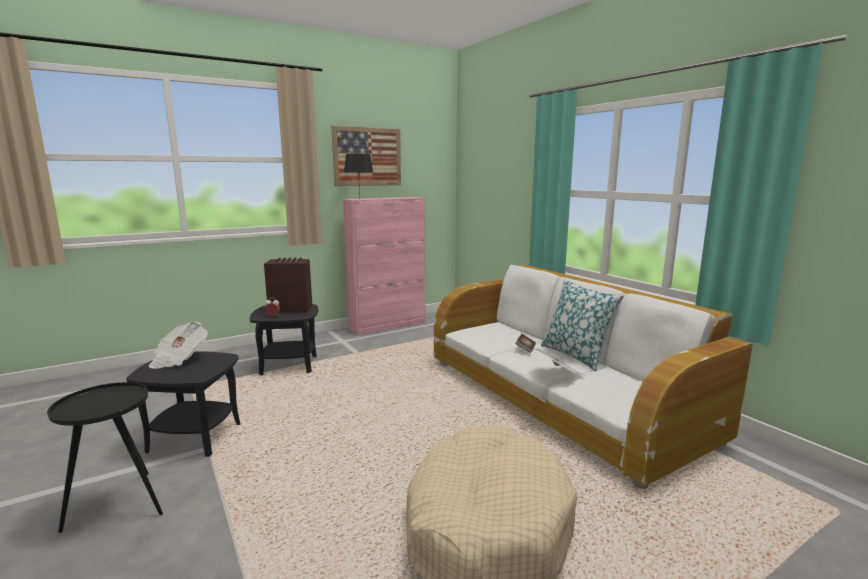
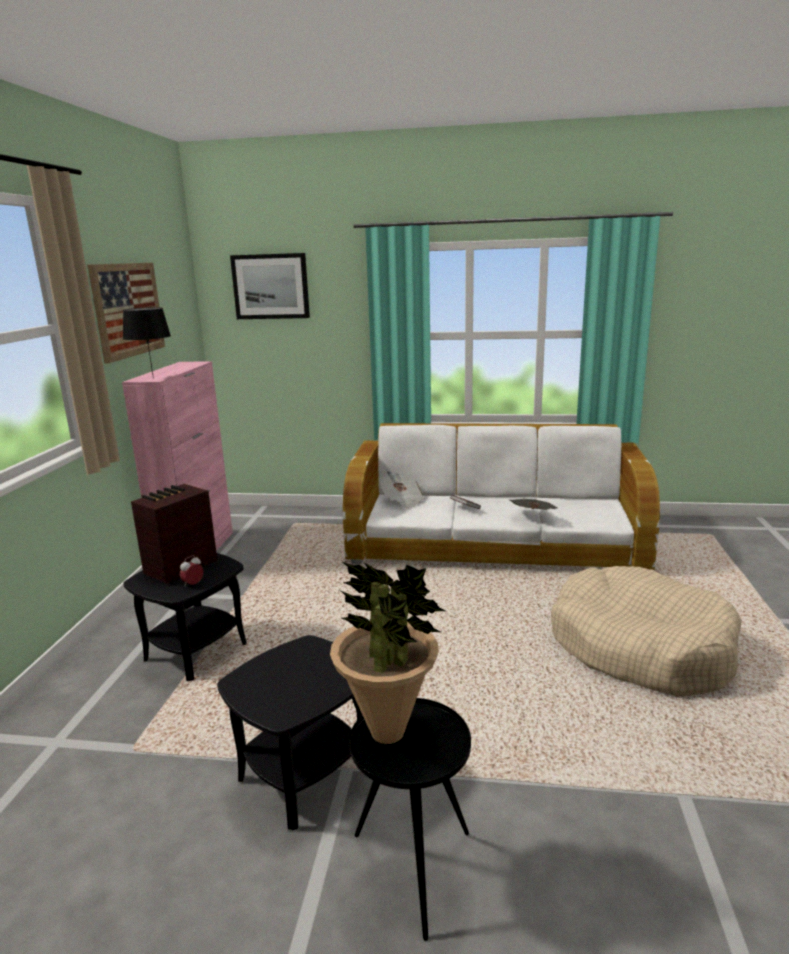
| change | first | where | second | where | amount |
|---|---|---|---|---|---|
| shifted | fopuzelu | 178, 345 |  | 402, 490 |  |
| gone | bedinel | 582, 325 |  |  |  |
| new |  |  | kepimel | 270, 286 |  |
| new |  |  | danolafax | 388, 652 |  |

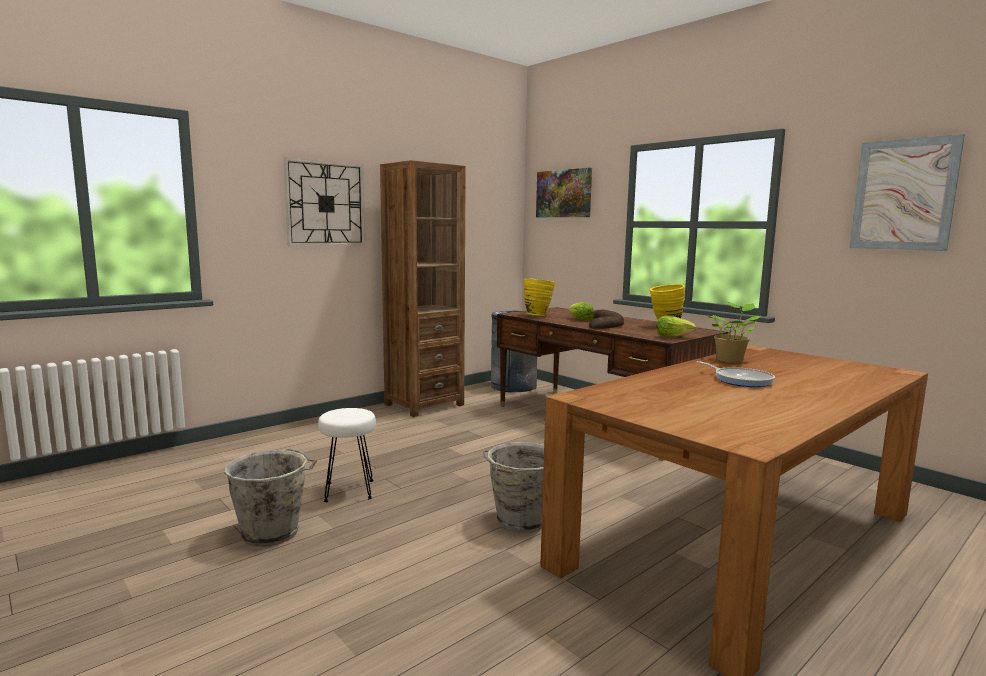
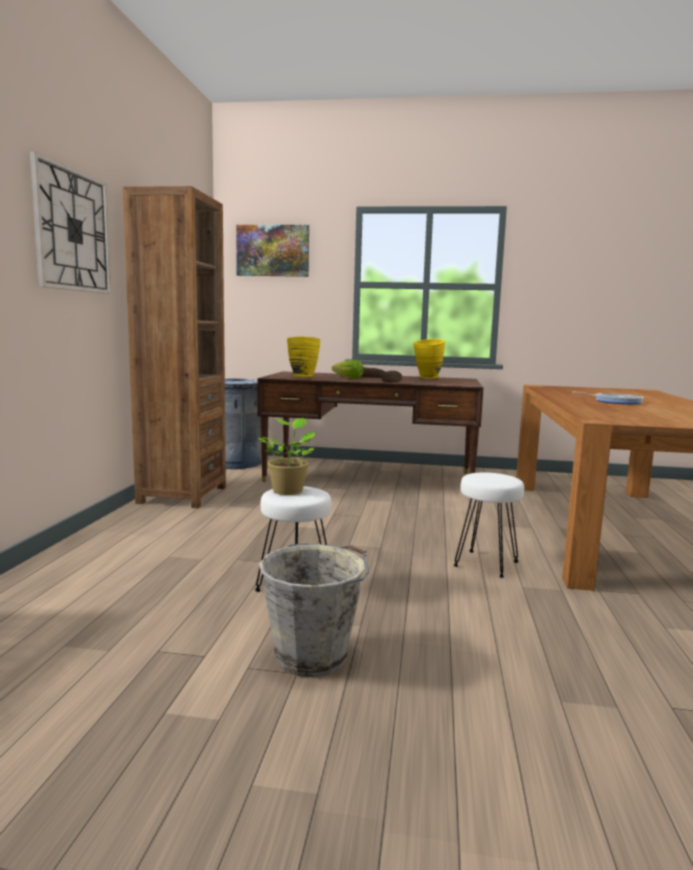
| change | first | where | second | where | amount |
|---|---|---|---|---|---|
| swapped | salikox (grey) | 513, 487 | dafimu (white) | 488, 525 |  |
| gone | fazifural | 676, 326 |  |  |  |
| shifted | danolafax | 734, 332 |  | 287, 456 |  |
| gone | kepimel | 907, 192 |  |  |  |

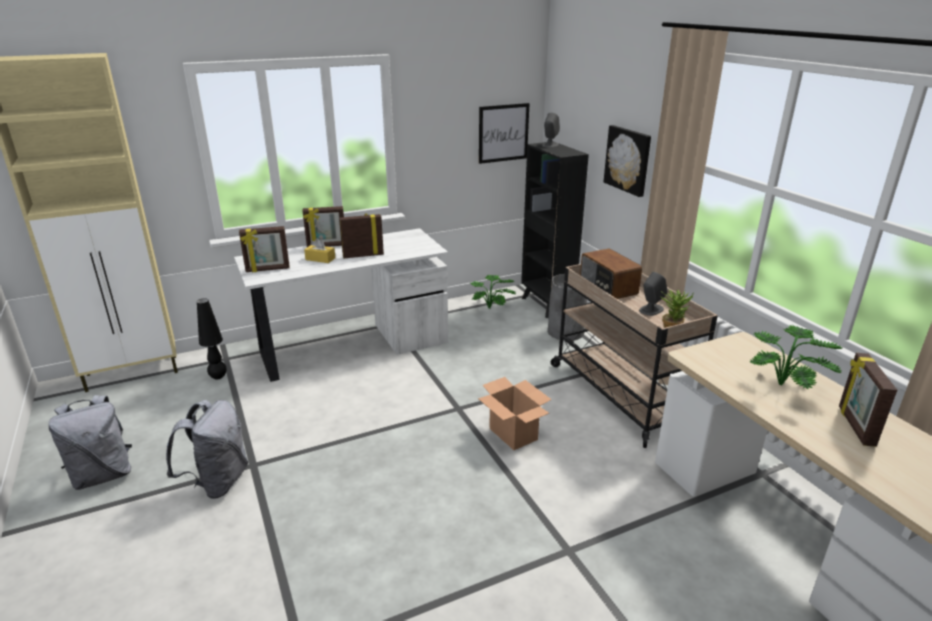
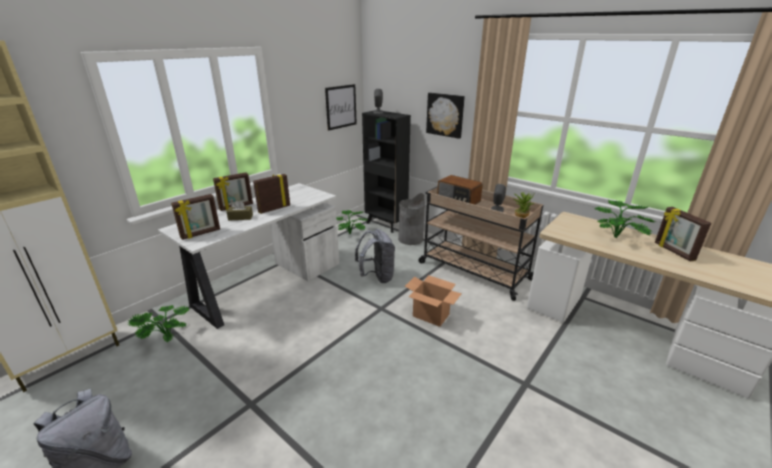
| change | first | where | second | where | amount |
|---|---|---|---|---|---|
| shifted | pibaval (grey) | 207, 449 |  | 375, 256 |  |
| swapped | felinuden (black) | 212, 339 | danolafax | 158, 323 |  |
| repainted | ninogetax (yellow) | 319, 250 | ninogetax (brown) | 240, 210 |  |

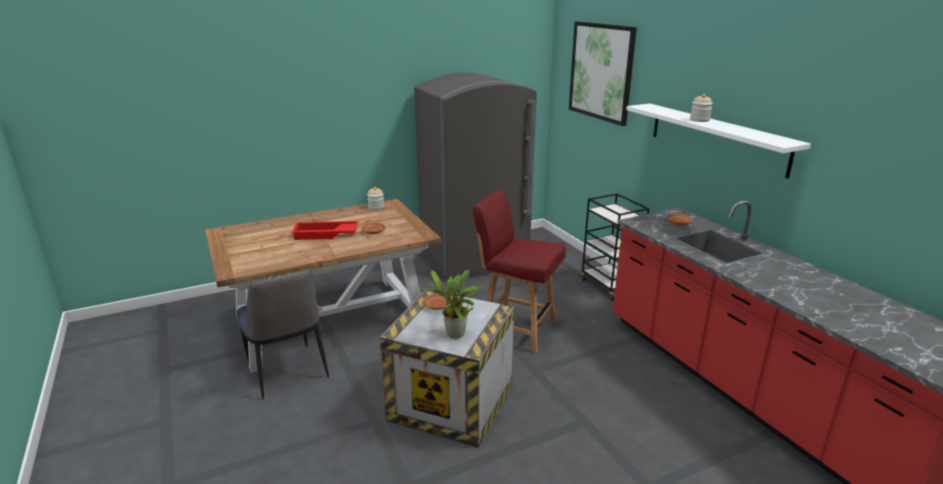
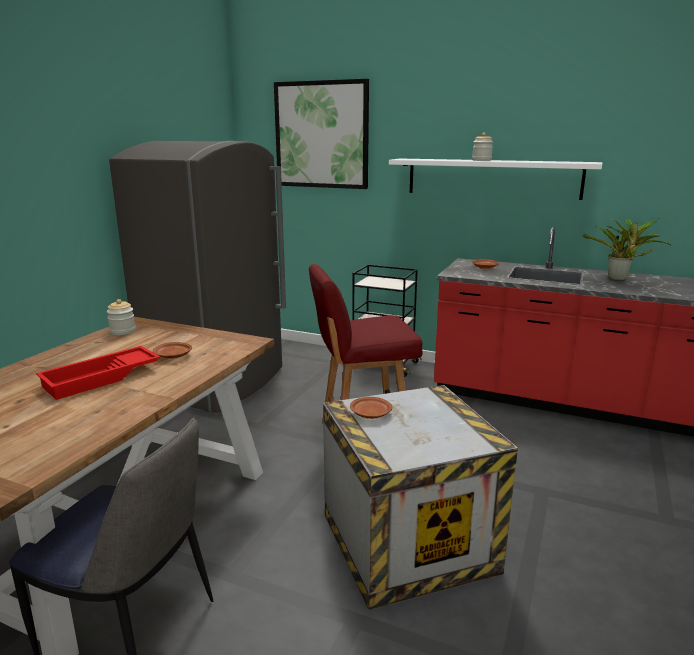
| change | first | where | second | where | amount |
|---|---|---|---|---|---|
| shifted | danolafax | 452, 304 |  | 627, 249 |  |

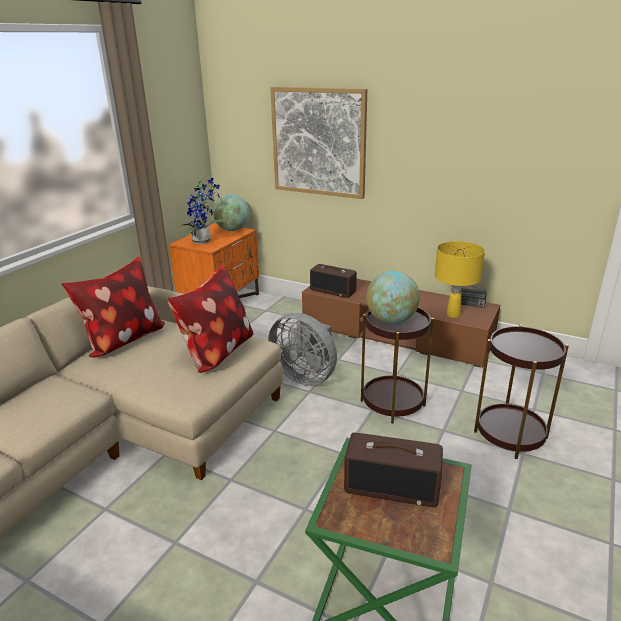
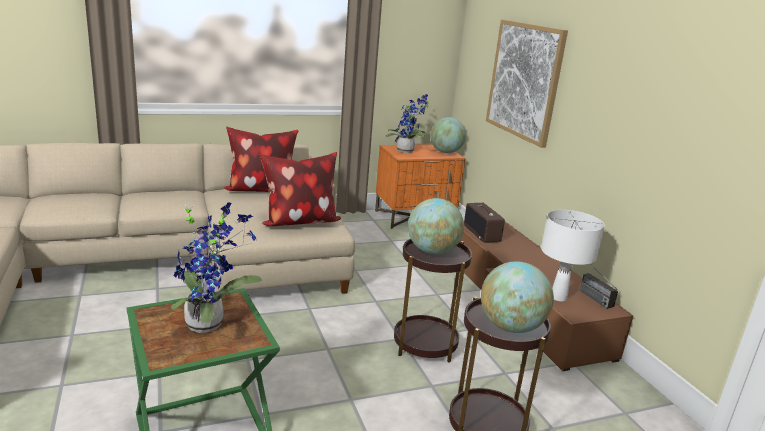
| change | first | where | second | where | amount |
|---|---|---|---|---|---|
| gone | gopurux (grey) | 302, 349 |  |  |  |
| swapped | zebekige | 393, 470 | danolafax | 216, 267 |  |
| repainted | felinuden (yellow) | 460, 279 | felinuden (white) | 573, 256 |  |
| new |  |  | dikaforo | 517, 297 |  |

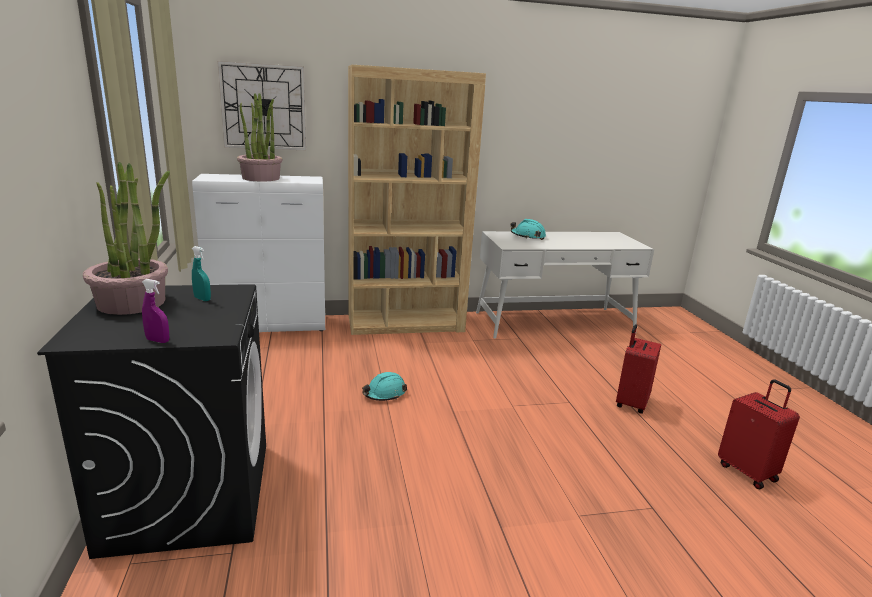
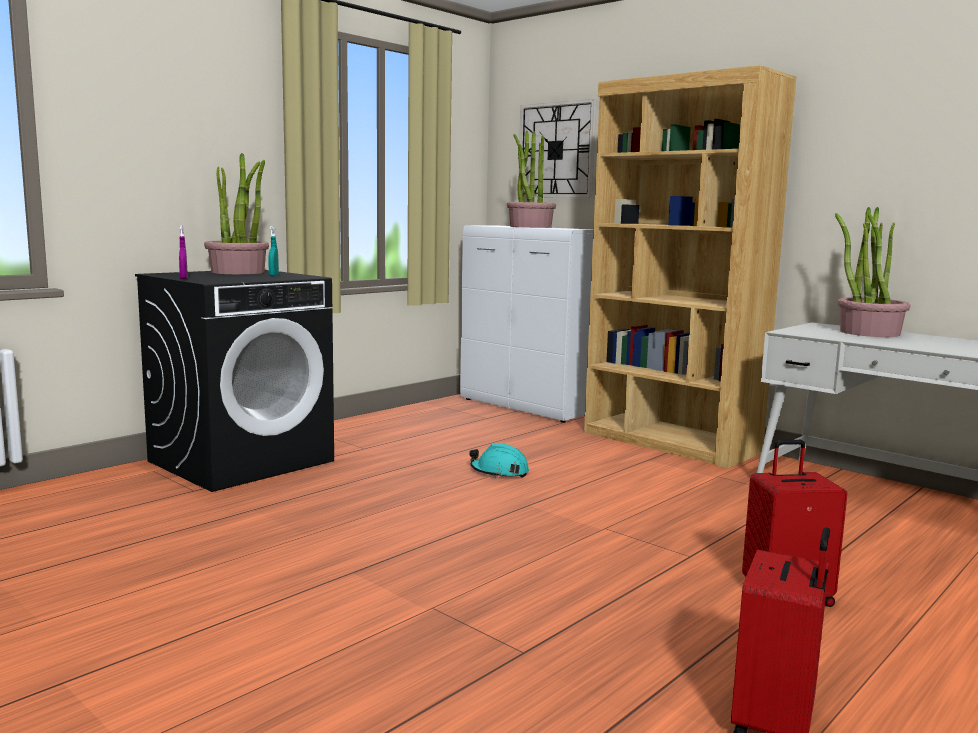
| change | first | where | second | where | amount |
|---|---|---|---|---|---|
| swapped | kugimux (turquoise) | 528, 229 | danolafax | 872, 272 |  |

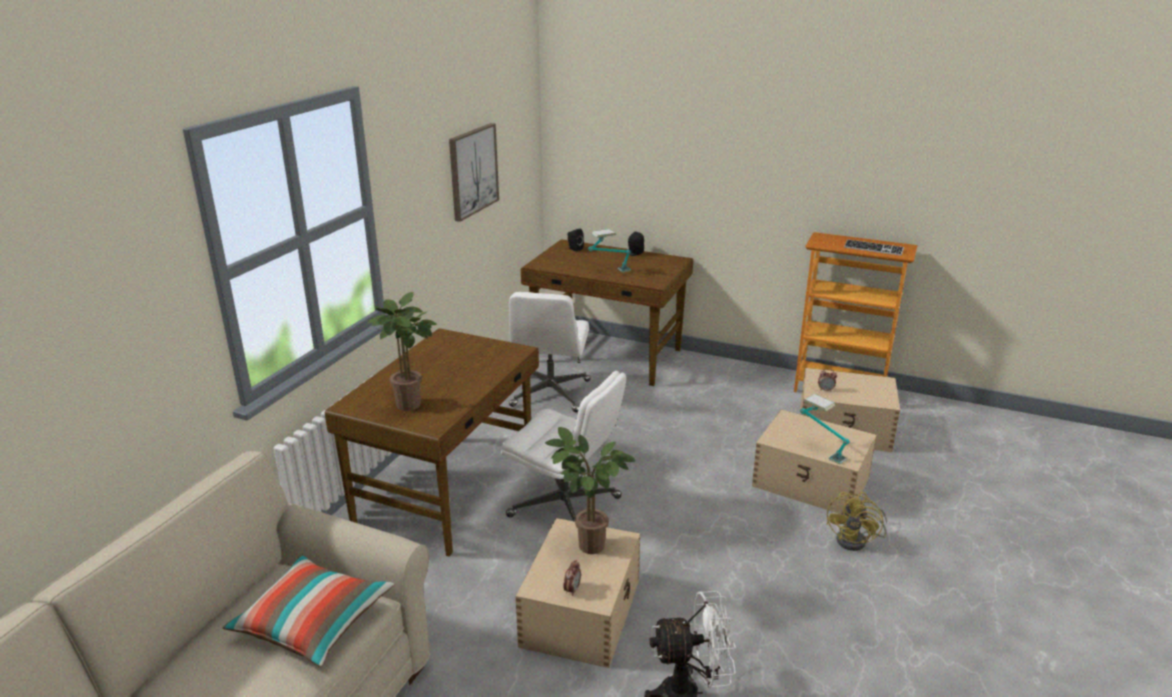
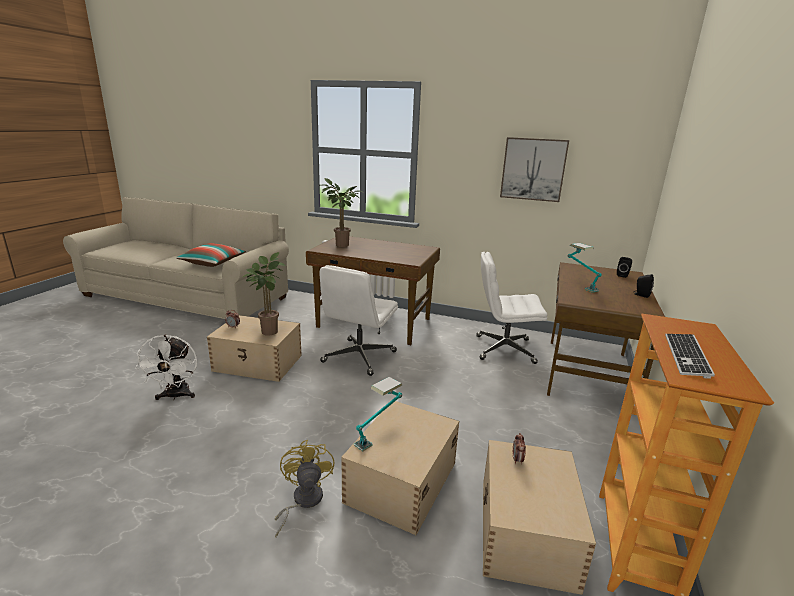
| change | first | where | second | where | amount |
|---|---|---|---|---|---|
| rotated | gopurux (yellow) | 856, 521 |  | 304, 488 | 60 degrees clockwise |

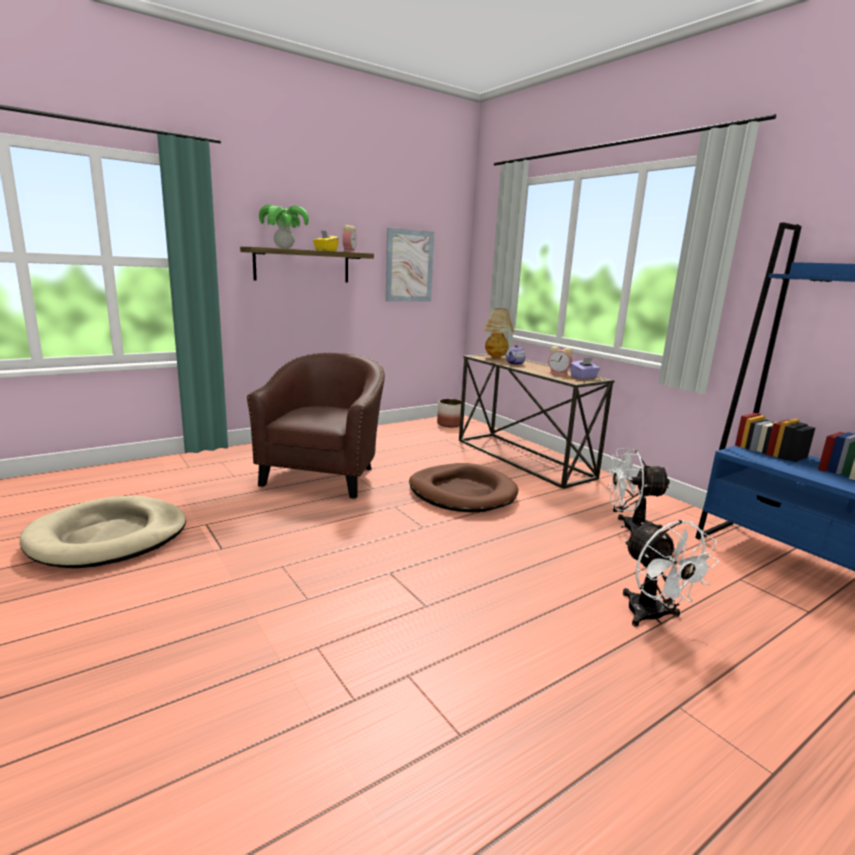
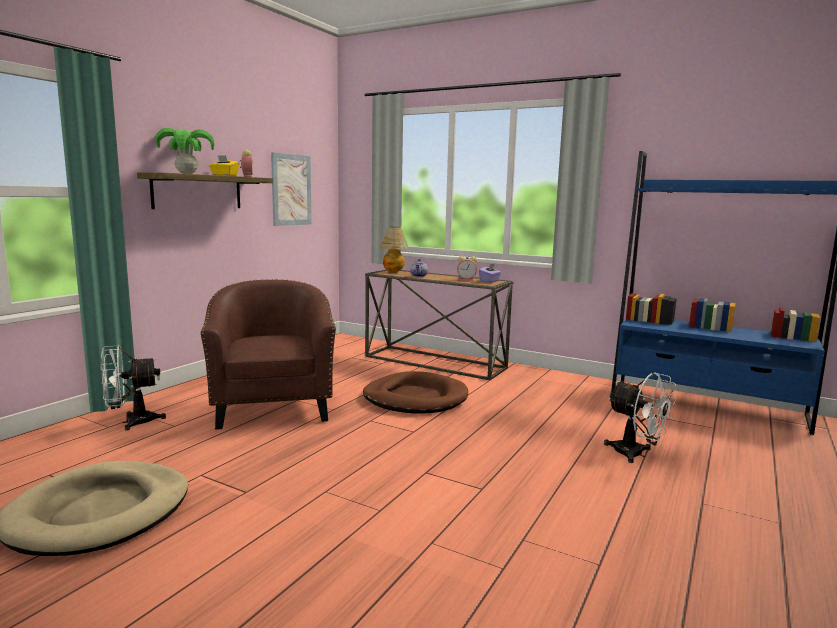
| change | first | where | second | where | amount |
|---|---|---|---|---|---|
| gone | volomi | 449, 413 |  |  |  |
| shifted | gopurux (white) | 638, 492 |  | 133, 388 |  |

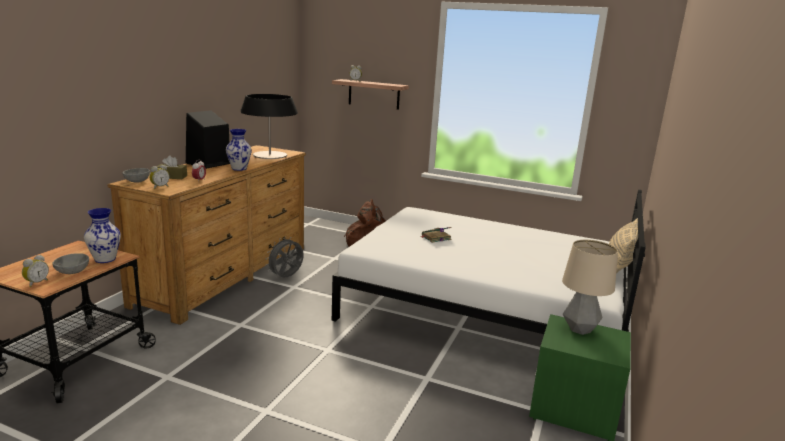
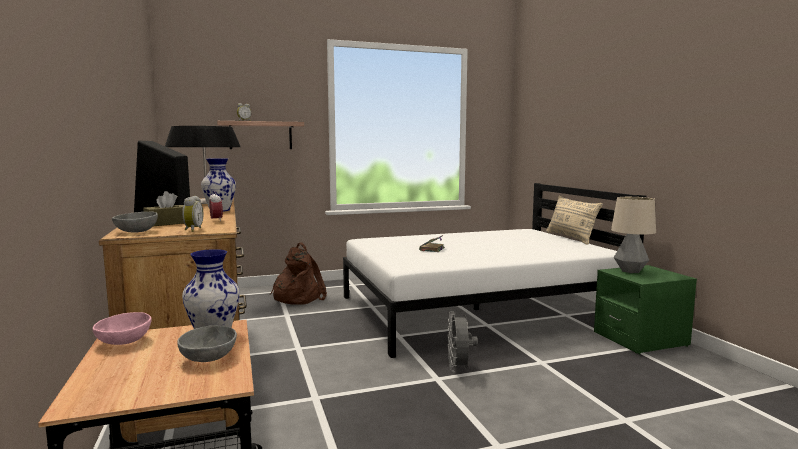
| change | first | where | second | where | amount |
|---|---|---|---|---|---|
| gone | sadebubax | 35, 271 |  |  |  |
| shifted | gopurux (grey) | 285, 256 |  | 462, 341 |  |
| new |  |  | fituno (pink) | 122, 328 |  |

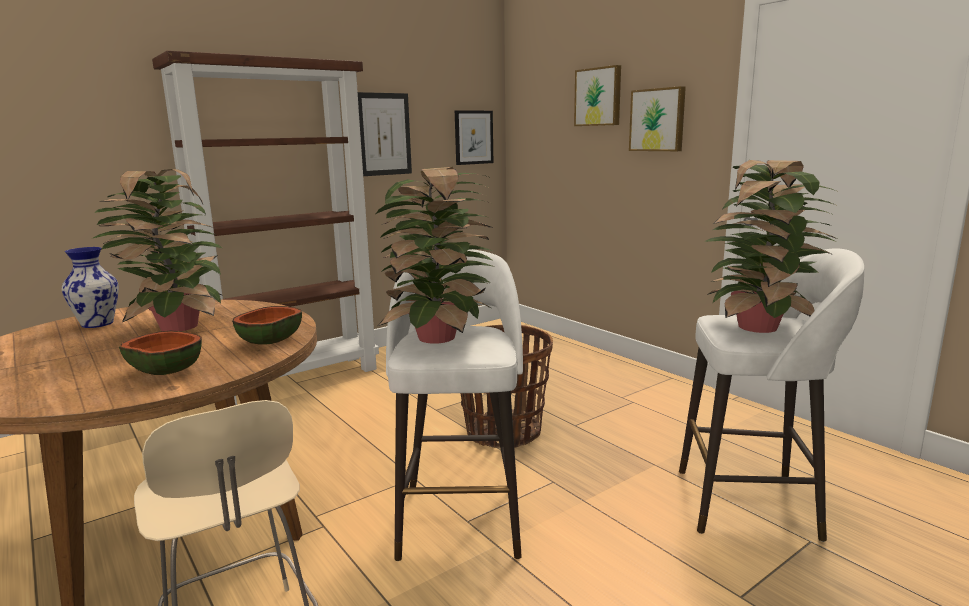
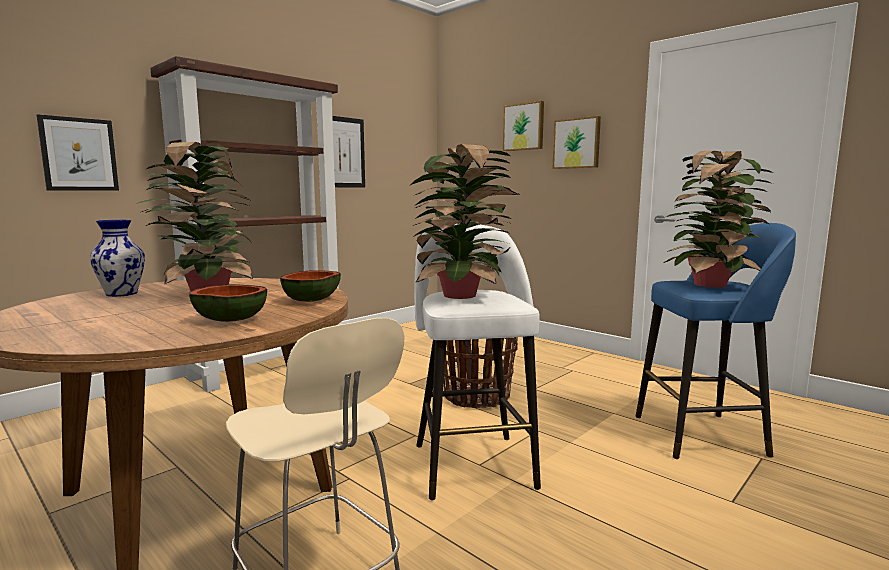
| change | first | where | second | where | amount |
|---|---|---|---|---|---|
| shifted | kepimel | 474, 137 |  | 78, 152 |  |
| repainted | dafimu (white) | 771, 395 | dafimu (blue) | 716, 341 |  |

